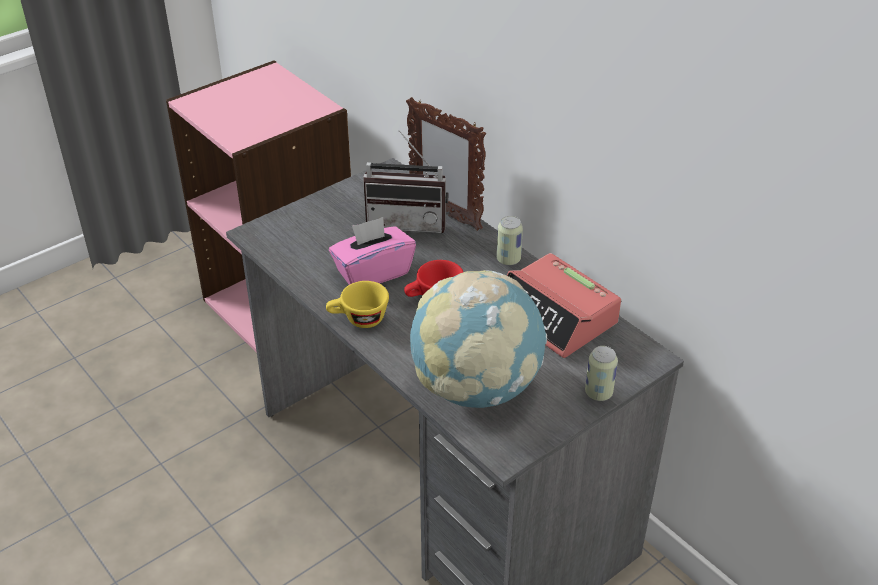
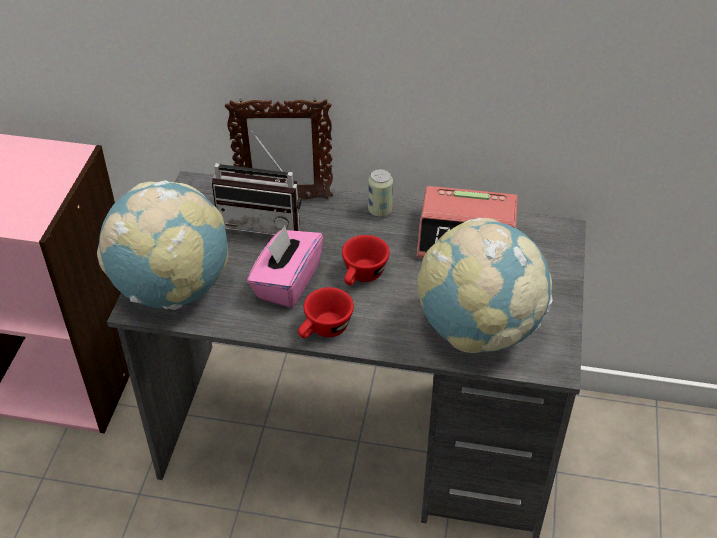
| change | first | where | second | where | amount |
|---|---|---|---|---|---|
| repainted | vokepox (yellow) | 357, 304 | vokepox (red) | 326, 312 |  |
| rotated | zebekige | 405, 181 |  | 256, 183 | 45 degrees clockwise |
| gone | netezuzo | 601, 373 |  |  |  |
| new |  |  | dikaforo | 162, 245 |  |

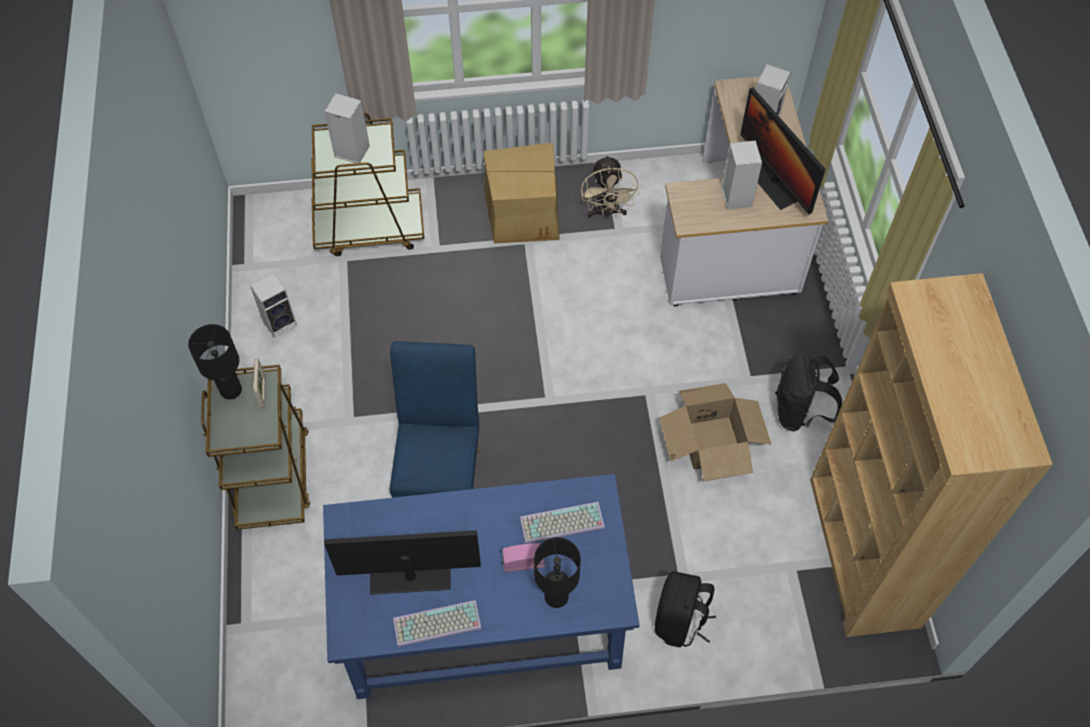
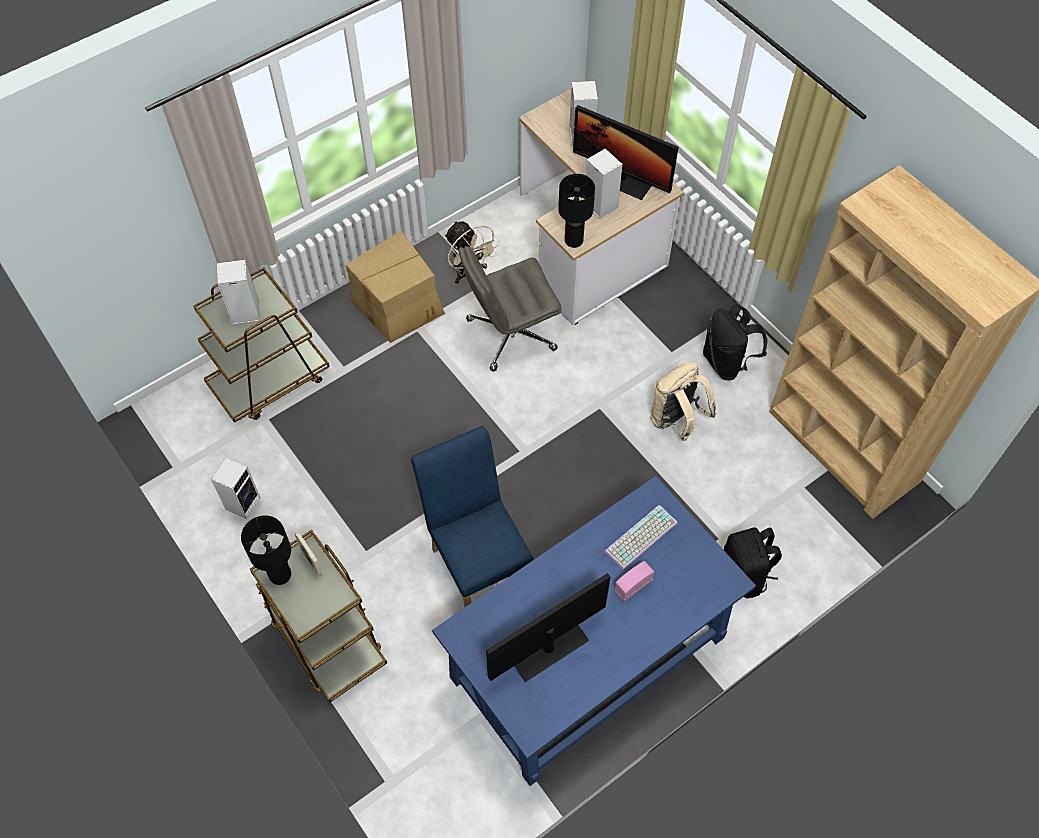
| change | first | where | second | where | amount |
|---|---|---|---|---|---|
| gone | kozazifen | 437, 623 |  |  |  |
| shifted | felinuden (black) | 557, 572 |  | 576, 211 |  |
| swapped | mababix | 715, 432 | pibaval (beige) | 683, 401 |  |
| new |  |  | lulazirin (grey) | 510, 308 |  |

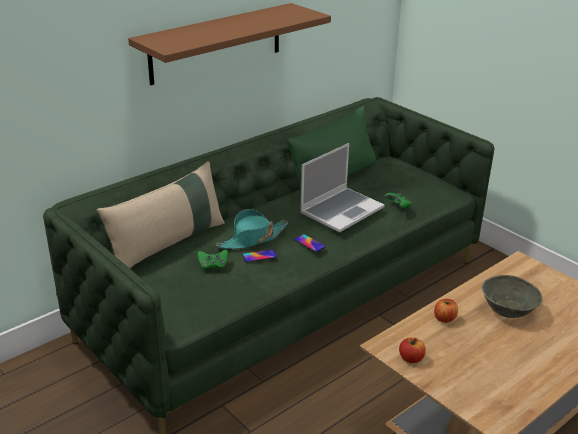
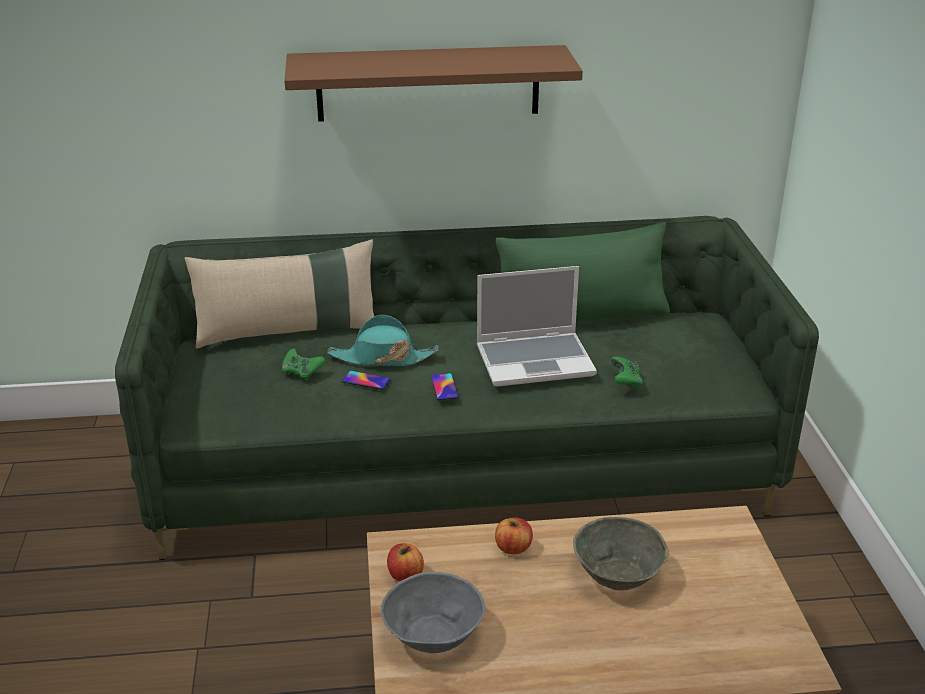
| change | first | where | second | where | amount |
|---|---|---|---|---|---|
| new |  |  | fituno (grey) | 433, 612 |  |

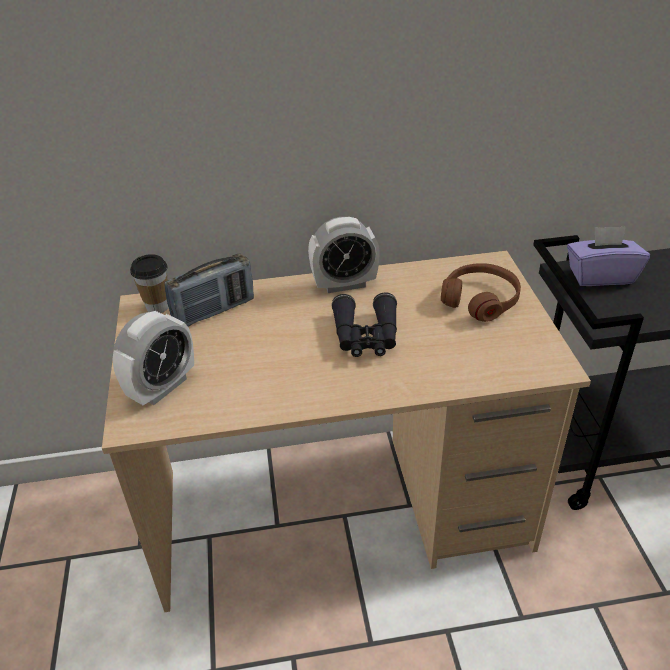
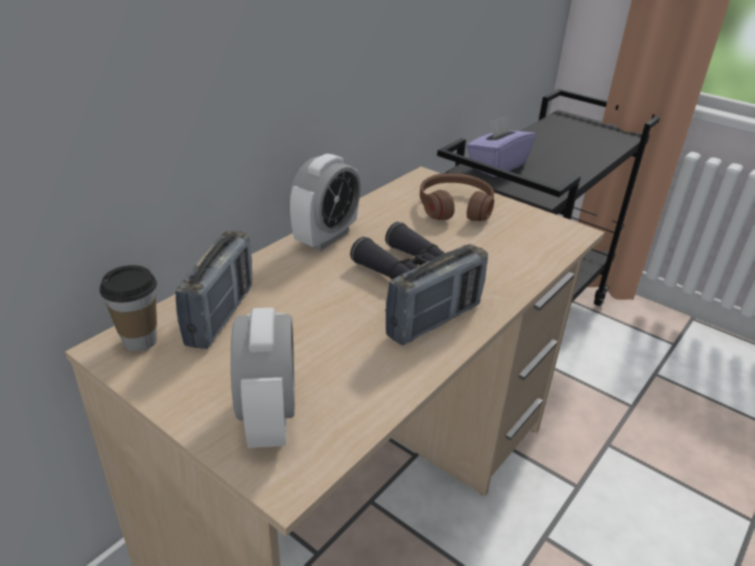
| change | first | where | second | where | amount |
|---|---|---|---|---|---|
| new |  |  | zebekige | 436, 295 |  |

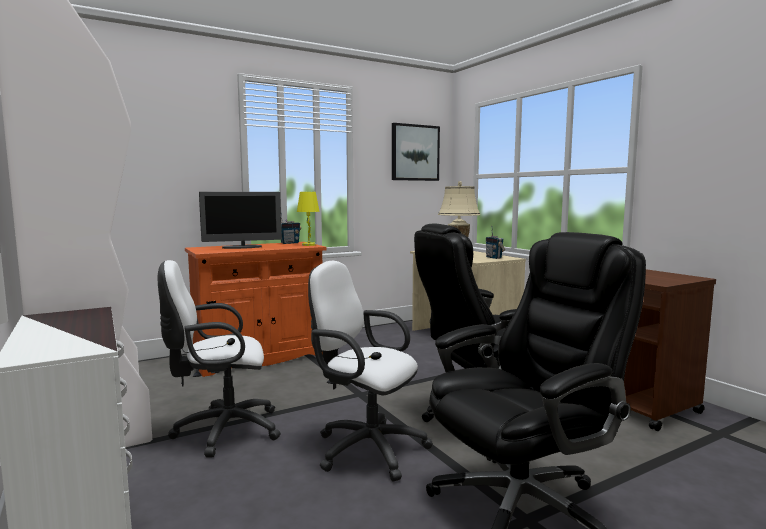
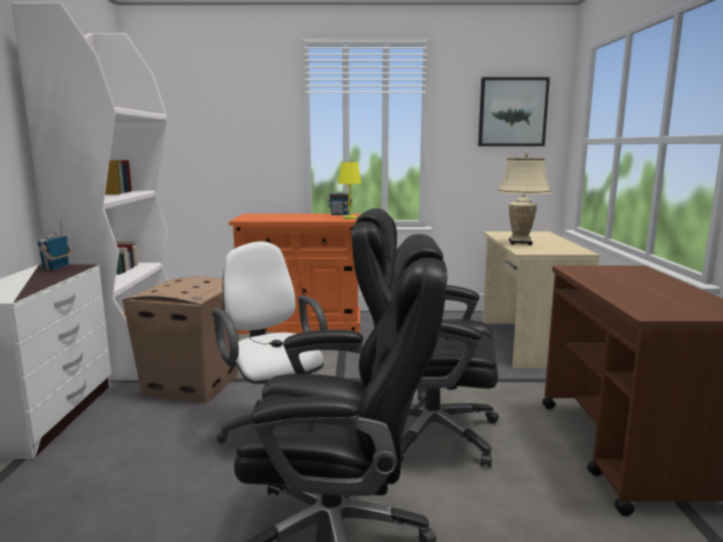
| change | first | where | second | where | amount |
|---|---|---|---|---|---|
| swapped | lulazirin (white) | 219, 358 | mababix | 181, 339 |  |
| gone | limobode | 240, 220 |  |  |  |
| shifted | zebekige | 495, 242 |  | 55, 245 |  |

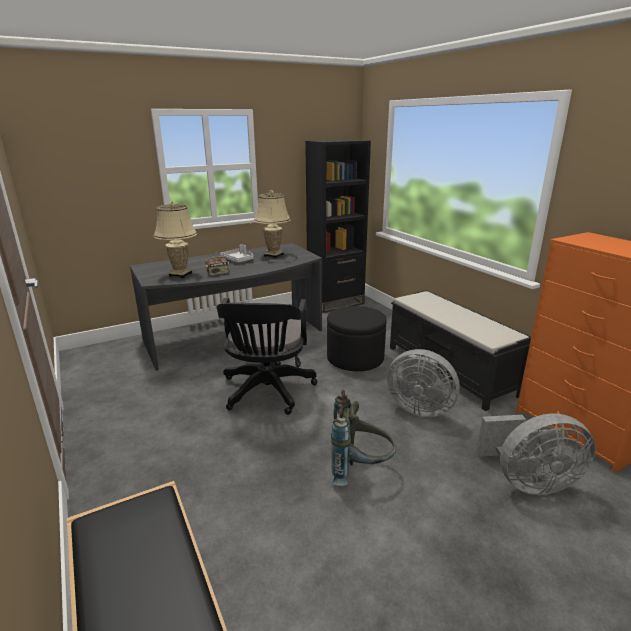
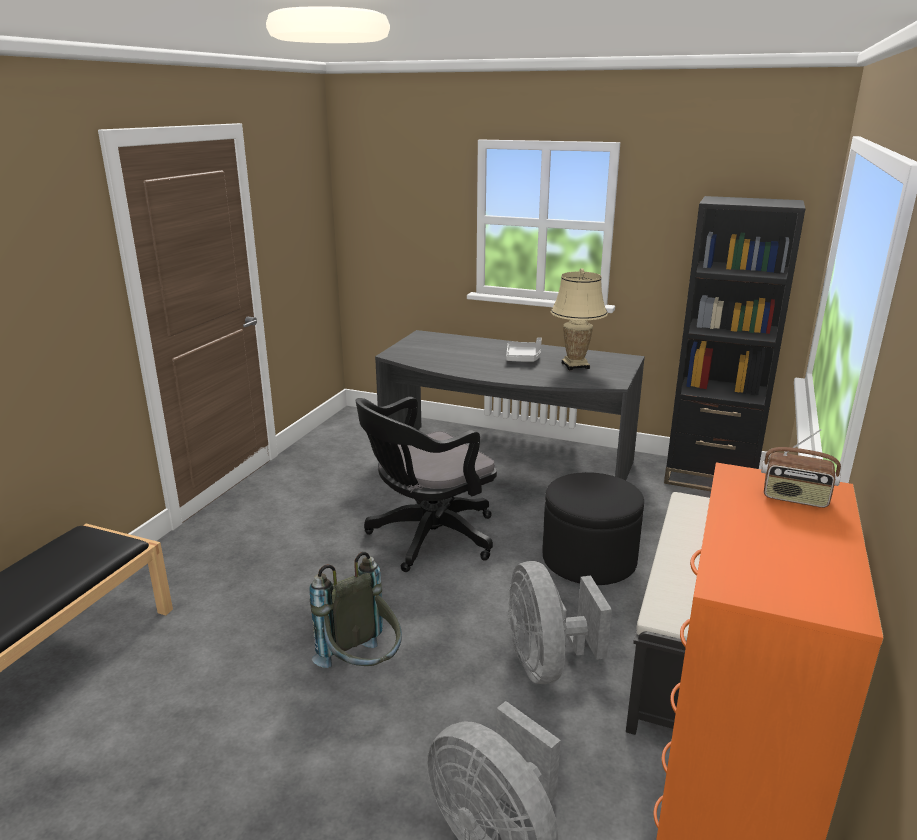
| change | first | where | second | where | amount |
|---|---|---|---|---|---|
| gone | felinuden (beige) | 175, 239 |  |  |  |
| shifted | zebekige | 217, 262 |  | 801, 468 |  |

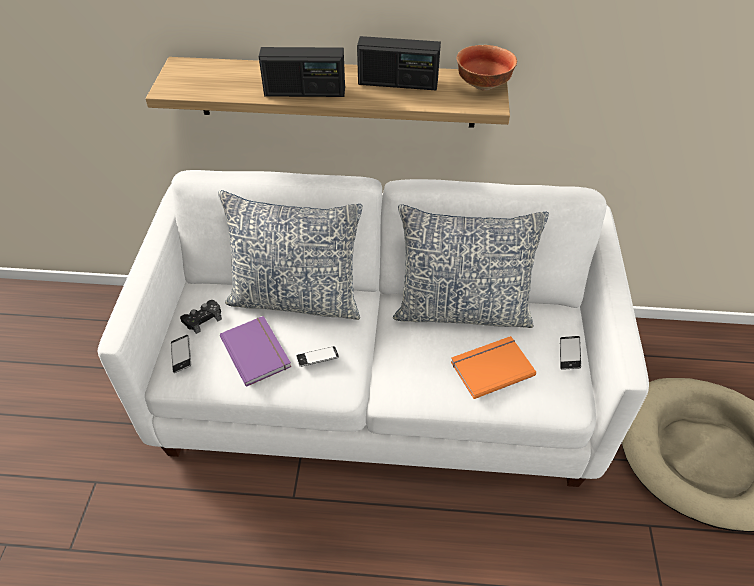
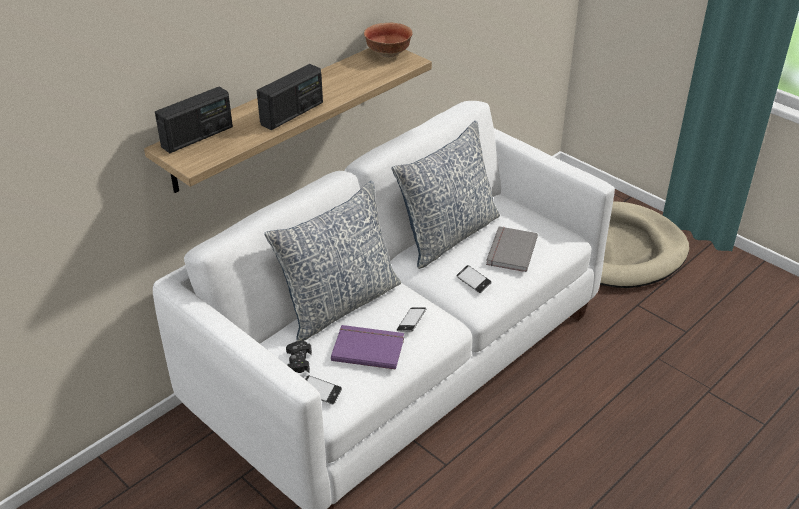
| change | first | where | second | where | amount |
|---|---|---|---|---|---|
| shifted | zebekige | 399, 63 |  | 194, 119 |  |
| repainted | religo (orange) | 493, 367 | religo (grey) | 512, 249 |  |
| shifted | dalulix | 570, 353 |  | 474, 279 |  |

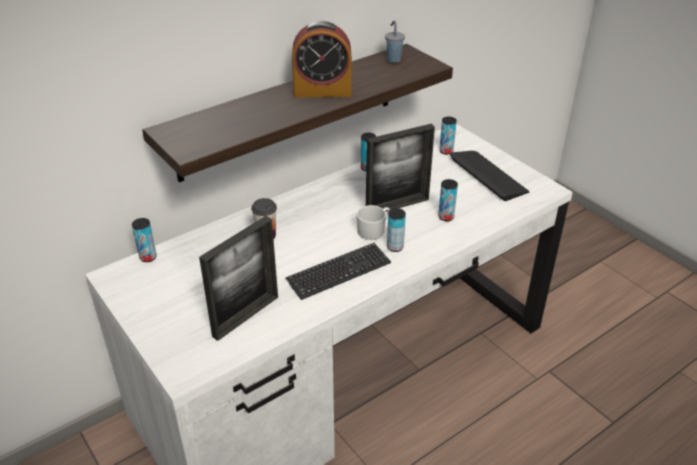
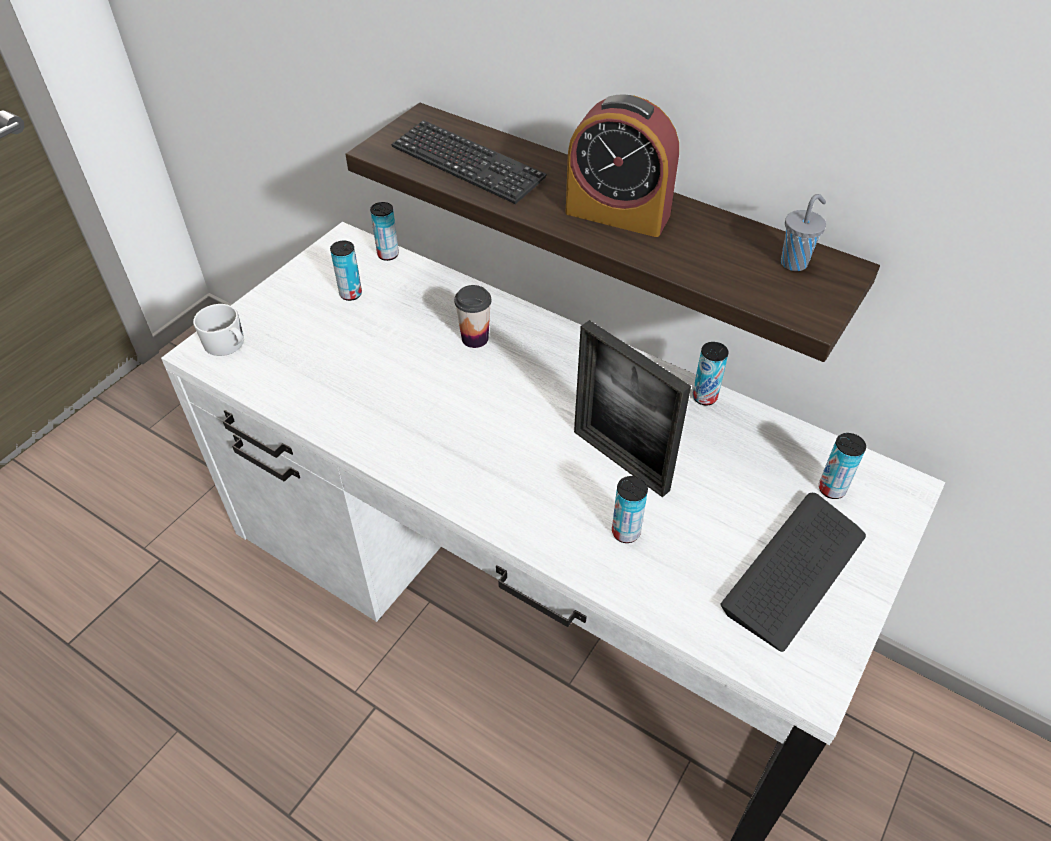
| change | first | where | second | where | amount |
|---|---|---|---|---|---|
| gone | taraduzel | 238, 278 |  |  |  |
| shifted | kozazifen | 338, 271 |  | 469, 162 |  |
| rotated | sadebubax | 322, 59 |  | 622, 165 | 45 degrees counterclockwise |
| shifted | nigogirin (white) | 373, 222 |  | 218, 330 |  |
| shifted | netezuzo | 396, 230 |  | 346, 270 |  |

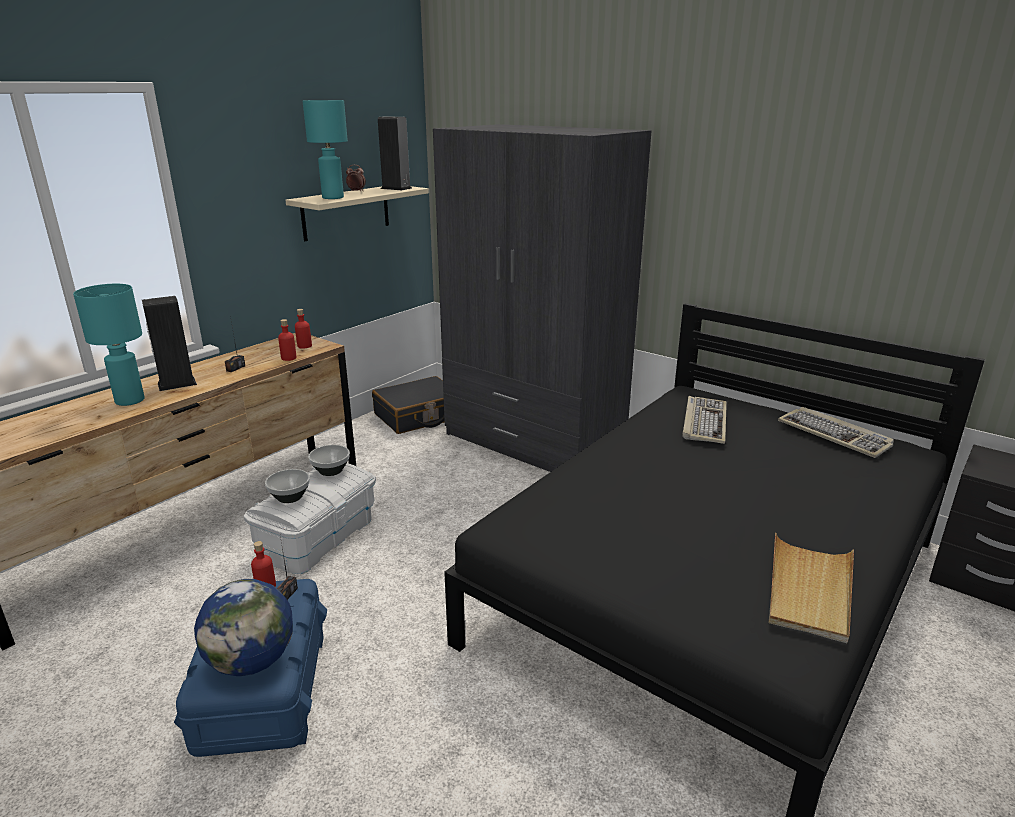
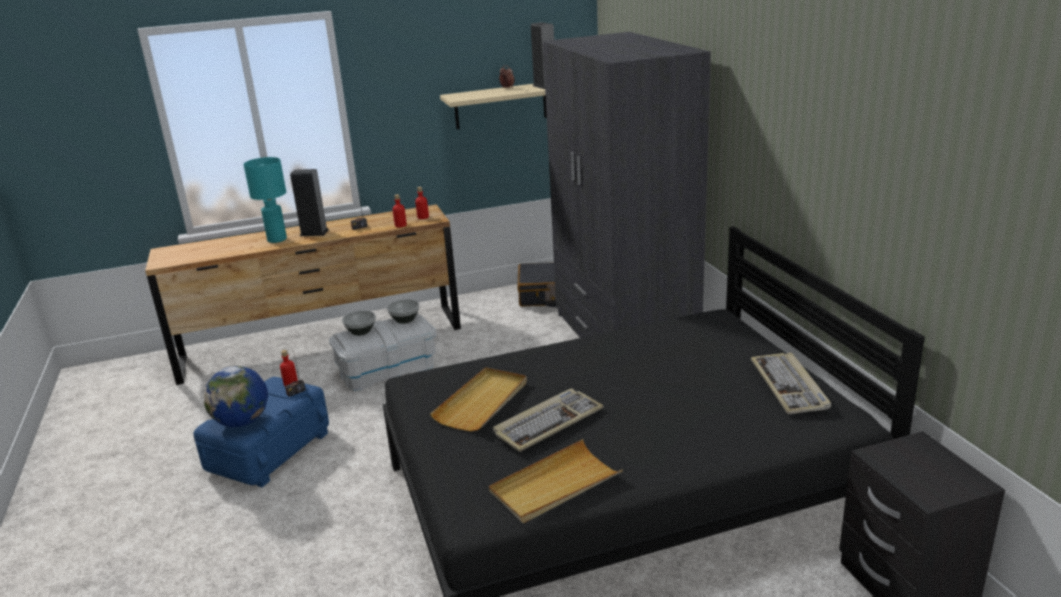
| change | first | where | second | where | amount |
|---|---|---|---|---|---|
| gone | felinuden (turquoise) | 325, 149 |  |  |  |
| shifted | kozazifen | 704, 420 |  | 548, 420 |  |
| new |  |  | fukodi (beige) | 478, 399 |  |

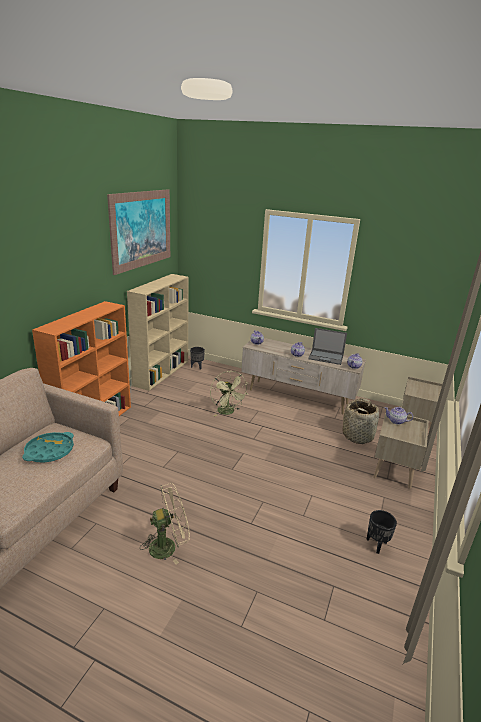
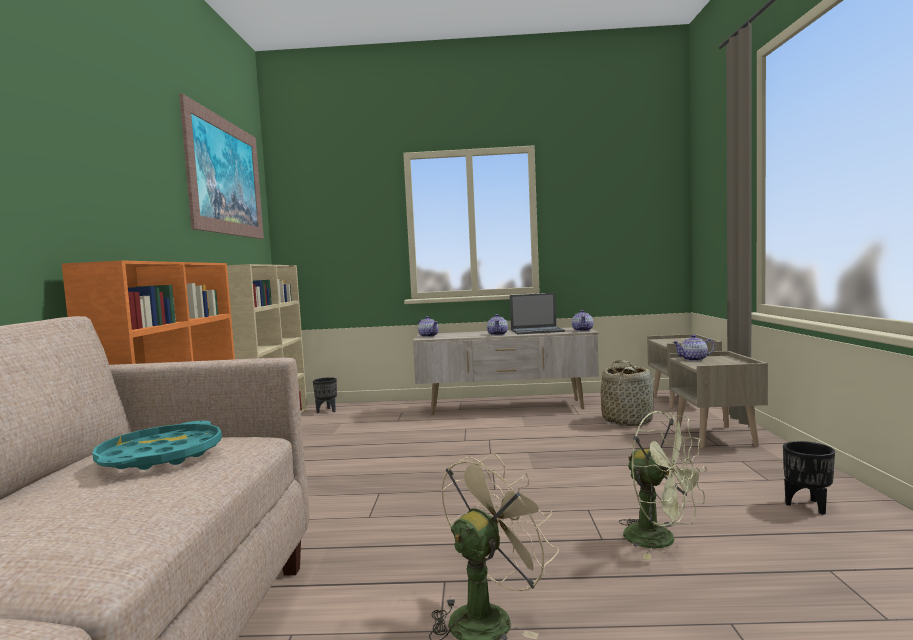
| change | first | where | second | where | amount |
|---|---|---|---|---|---|
| shifted | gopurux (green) | 229, 393 |  | 663, 485 |  |

